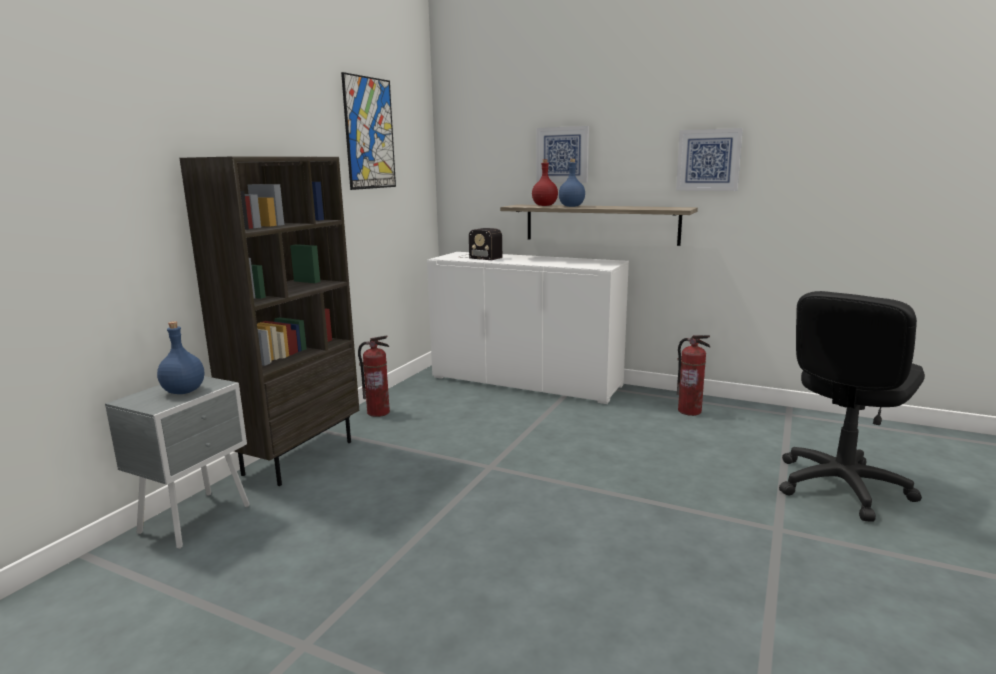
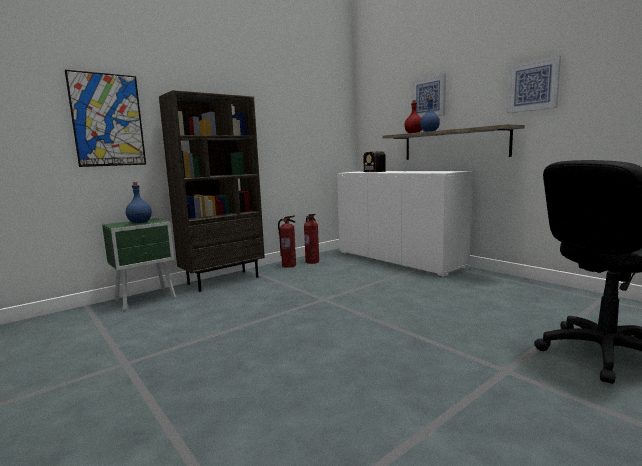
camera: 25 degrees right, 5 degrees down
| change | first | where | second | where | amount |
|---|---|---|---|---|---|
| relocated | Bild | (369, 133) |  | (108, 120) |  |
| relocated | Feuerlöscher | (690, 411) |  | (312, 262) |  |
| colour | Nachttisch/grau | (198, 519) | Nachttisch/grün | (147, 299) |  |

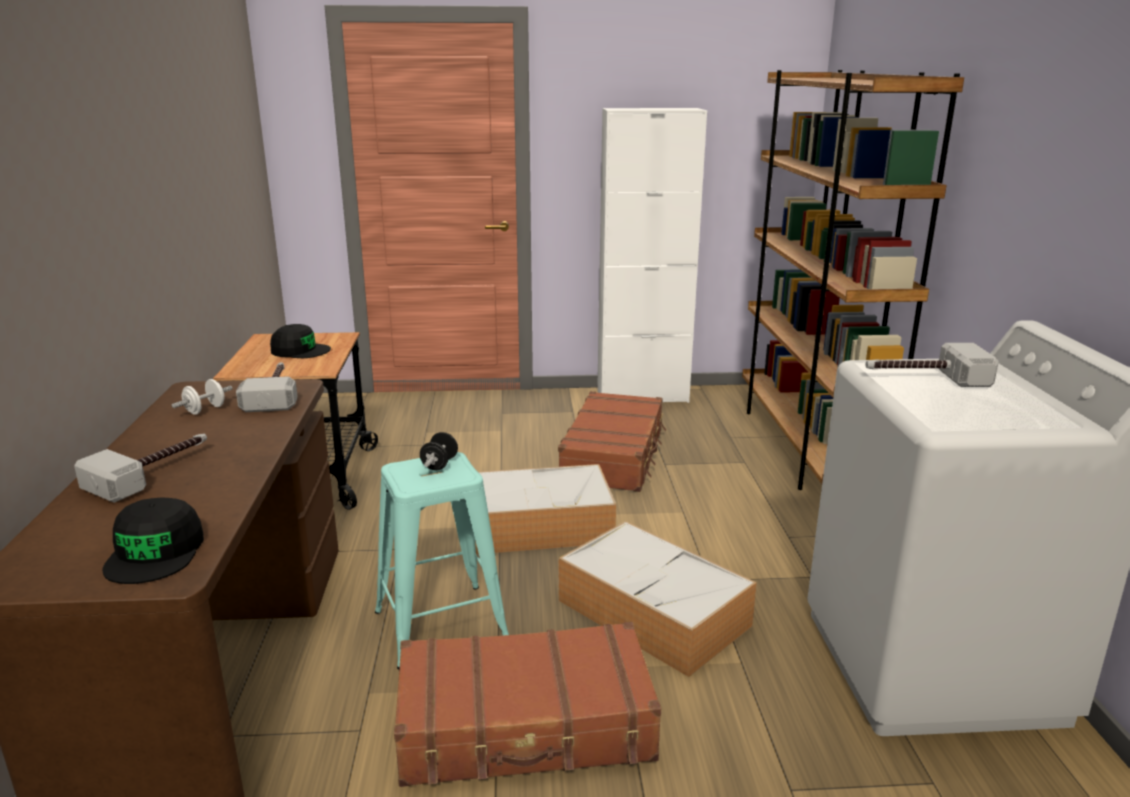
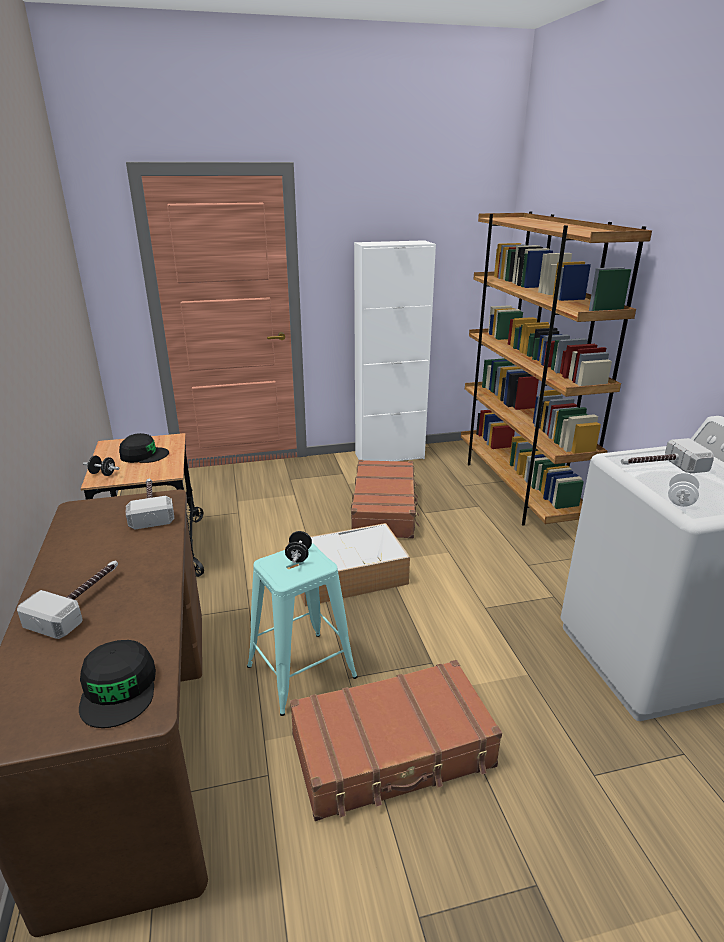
camera: 10 degrees left, 5 degrees up
| change | first | where | second | where | amount |
|---|---|---|---|---|---|
| relocated | Hantel/weiß | (205, 410) |  | (680, 501) |  |
| missing | Aufbewahrungsbox | (655, 614) |  |  |  |
| appeared |  |  | Hantel/schwarz | (103, 474) |  |

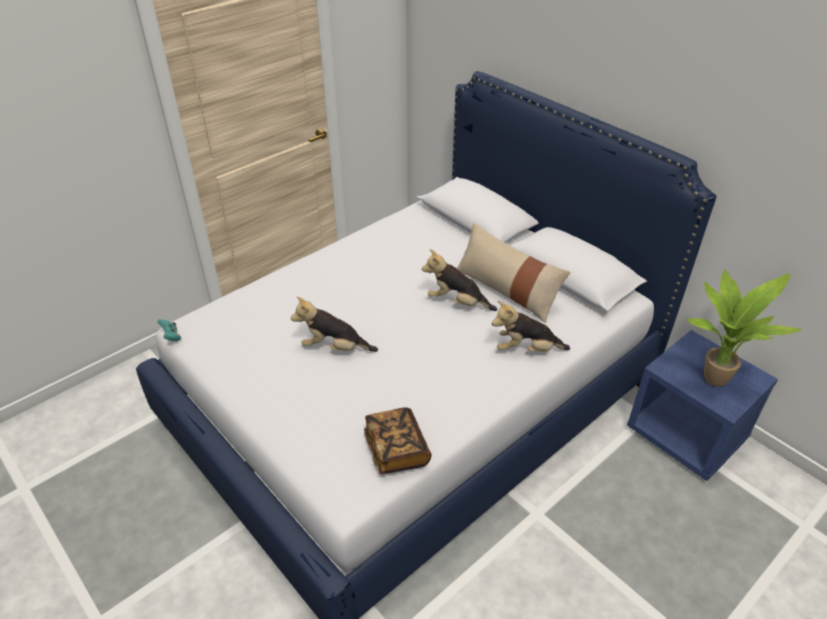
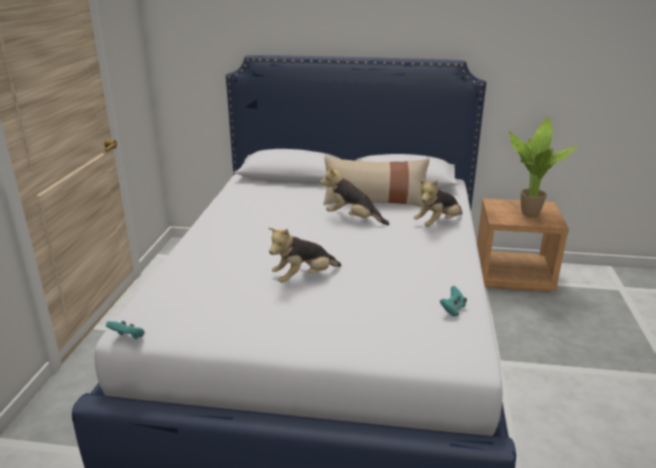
camera: 40 degrees left, 15 degrees down
| change | first | where | second | where | amount |
|---|---|---|---|---|---|
| spun | Plüschtier | (457, 302) |  | (353, 219) | 45 degrees clockwise |
| colour | Nachttisch/blau | (686, 435) | Nachttisch/braun | (513, 276) |  |
| exchanged | Buch | (396, 450) | Gamepad/türkis | (453, 310) |  |

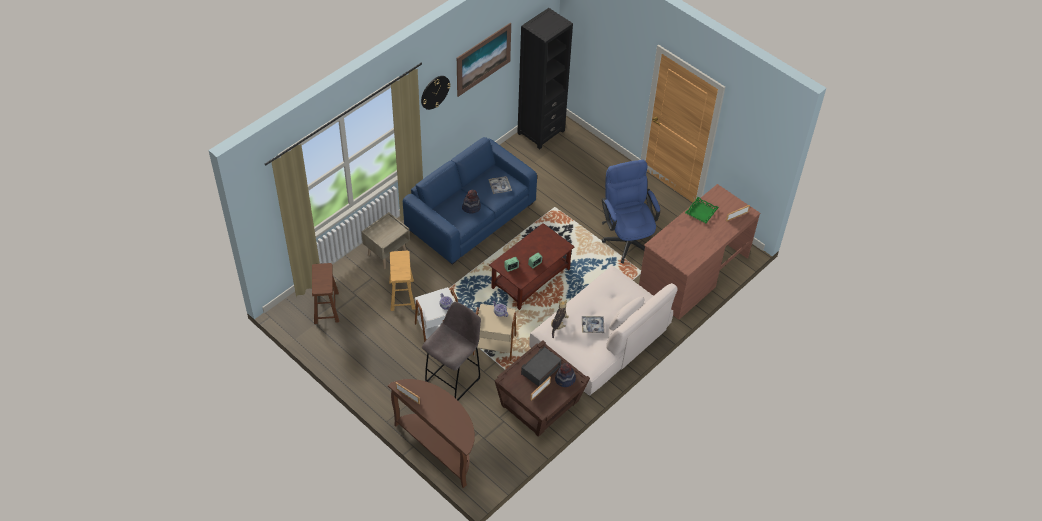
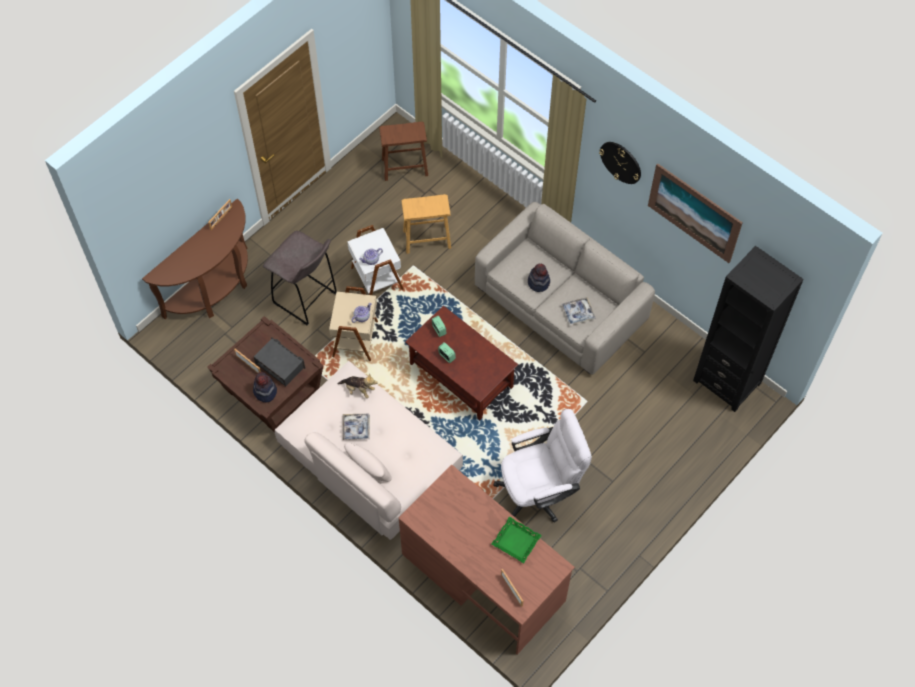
camera: 90 degrees right, 10 degrees up
| change | first | where | second | where | amount |
|---|---|---|---|---|---|
| colour | Sofa/blau | (470, 215) | Sofa/beige | (561, 303) |  |
| colour | Bürostuhl/blau | (627, 238) | Bürostuhl/weiß | (539, 492) |  |
| missing | Nachttisch/beige | (387, 253) |  |  |  |

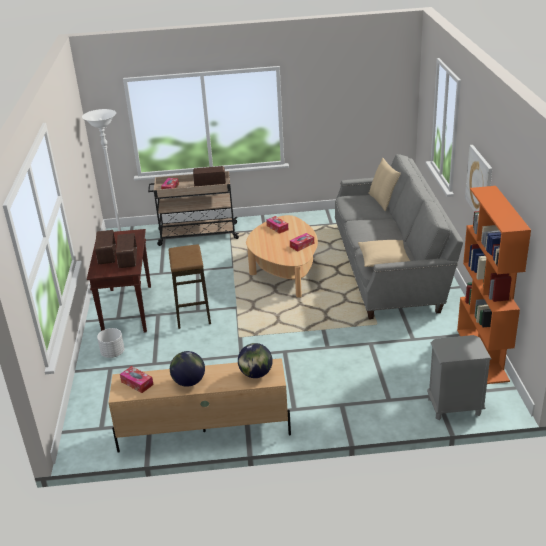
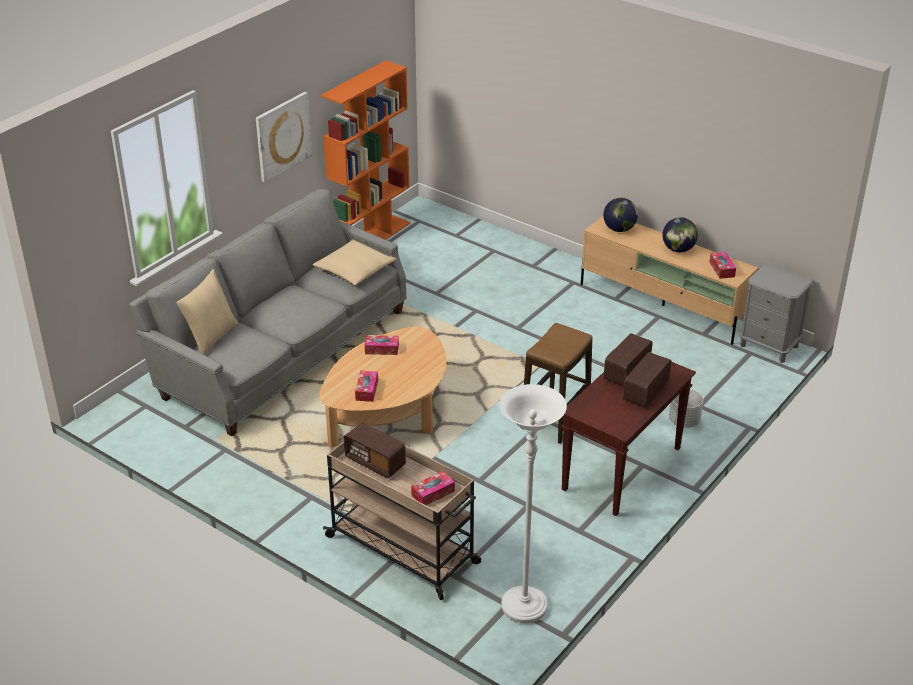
camera: 140 degrees left, 5 degrees up
| change | first | where | second | where | amount |
|---|---|---|---|---|---|
| relocated | Nachttisch/grau | (454, 407) |  | (769, 346) |  |

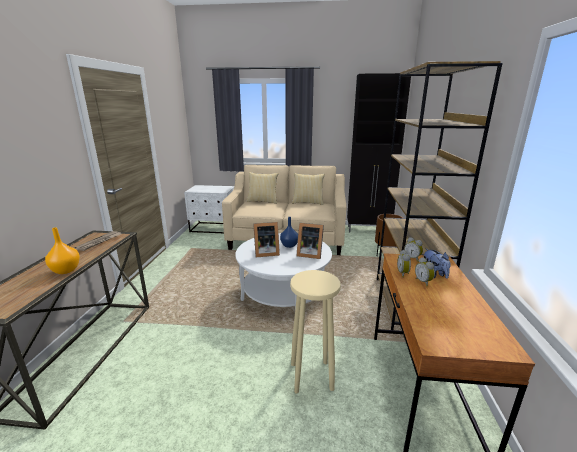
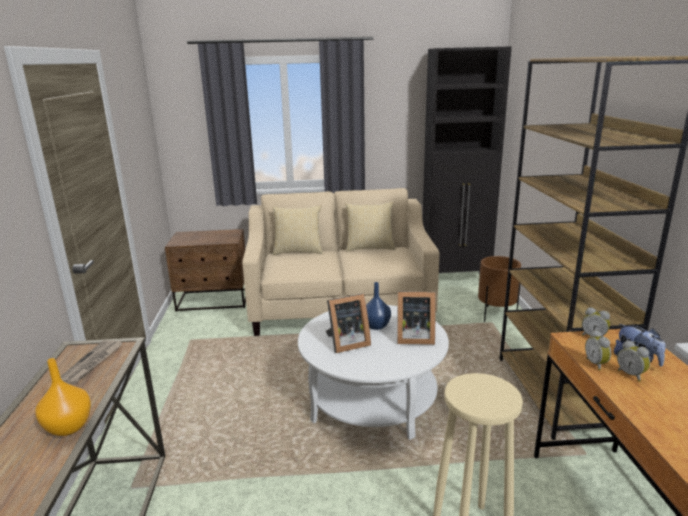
camera: 10 degrees left, 0 degrees up
| change | first | where | second | where | amount |
|---|---|---|---|---|---|
| colour | Nachttisch/weiß | (213, 228) | Nachttisch/braun | (214, 300) |  |

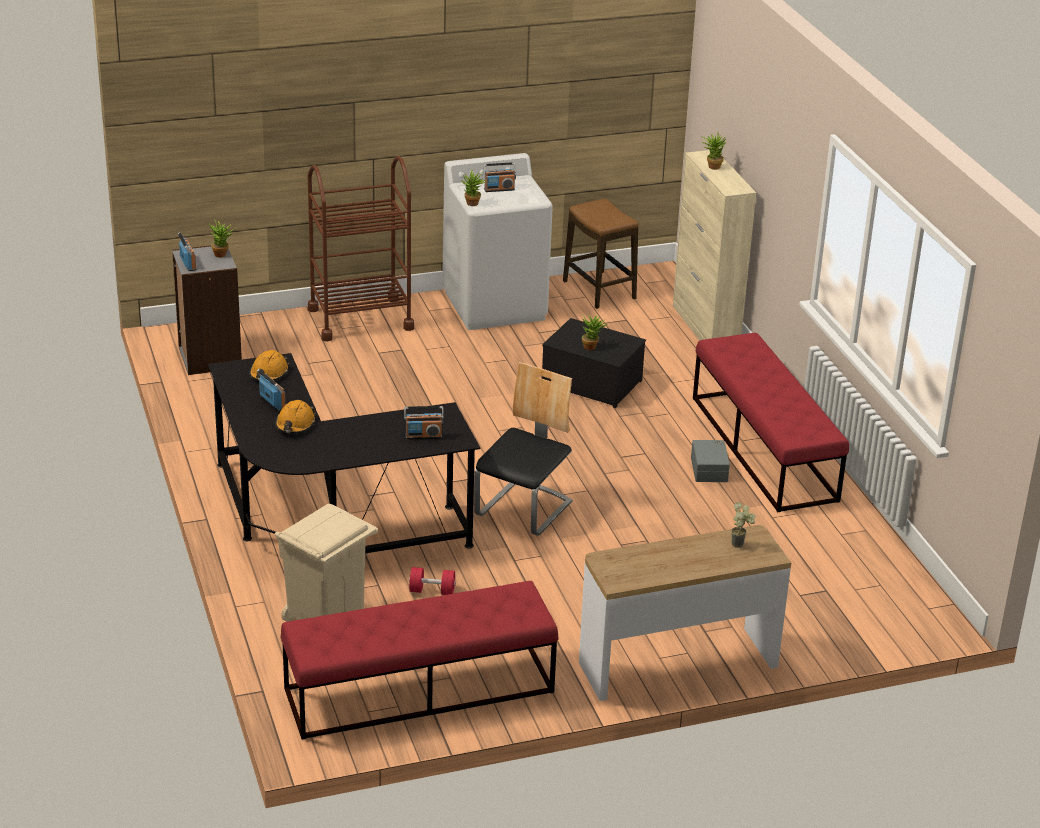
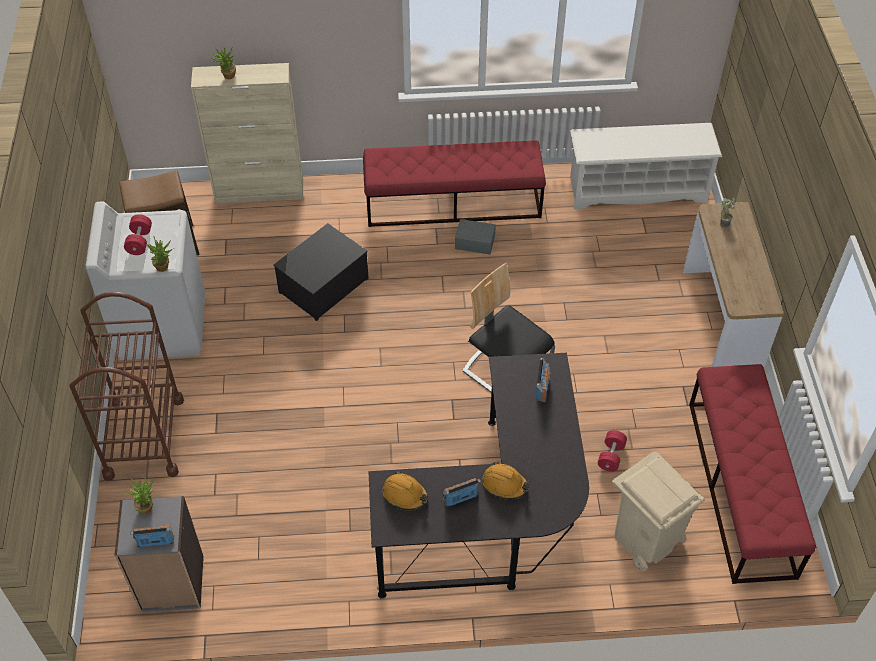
camera: 75 degrees left, 20 degrees up
| change | first | where | second | where | amount |
|---|---|---|---|---|---|
| exchanged | Radio | (499, 189) | Hantel/rot | (140, 241) |  |
| missing | Topfpflanze | (592, 347) |  |  |  |
| appeared |  |  | Schuhregal/weiß | (637, 189) |  |

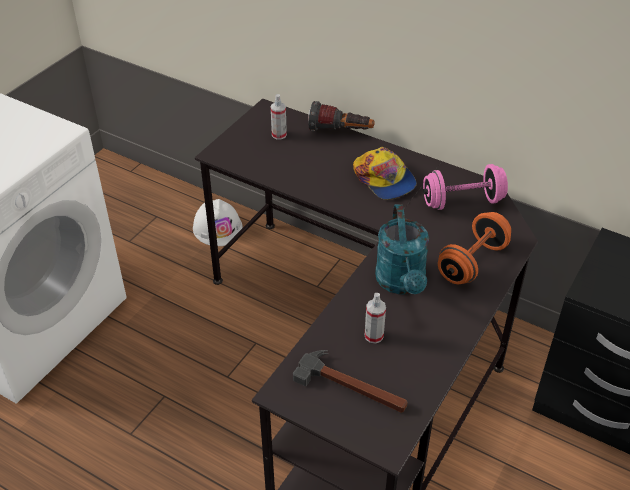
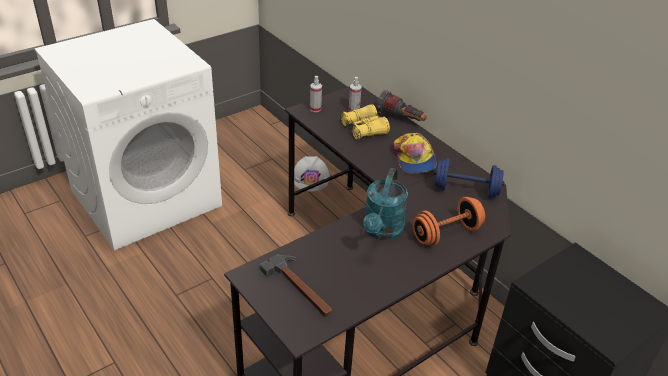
camera: 20 degrees right, 5 degrees down
| change | first | where | second | where | amount |
|---|---|---|---|---|---|
| colour | Hantel/rosa | (462, 201) | Hantel/blau | (466, 190) |  |
| relocated | Sprühflasche | (374, 336) |  | (315, 109) |  |
| appeared |  |  | Fernglas/gelb | (364, 129) |  |

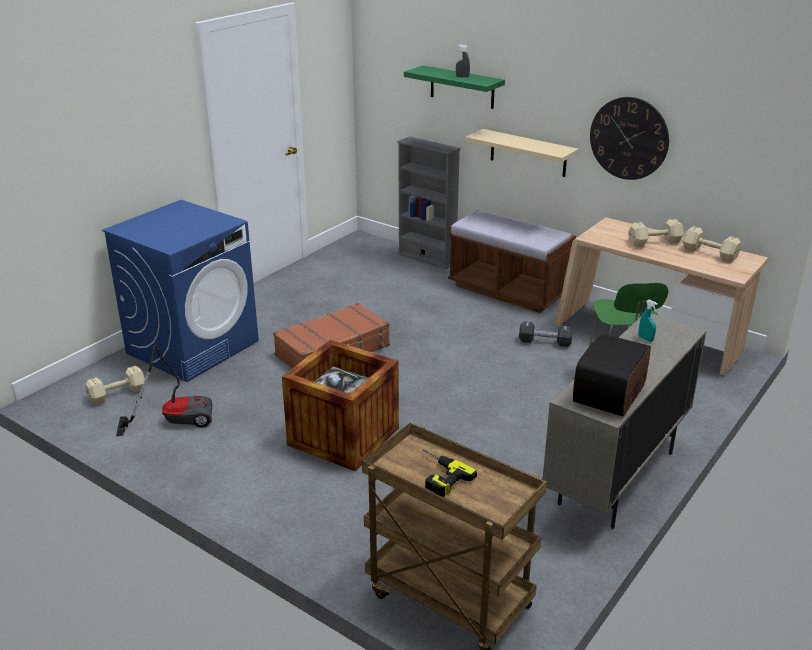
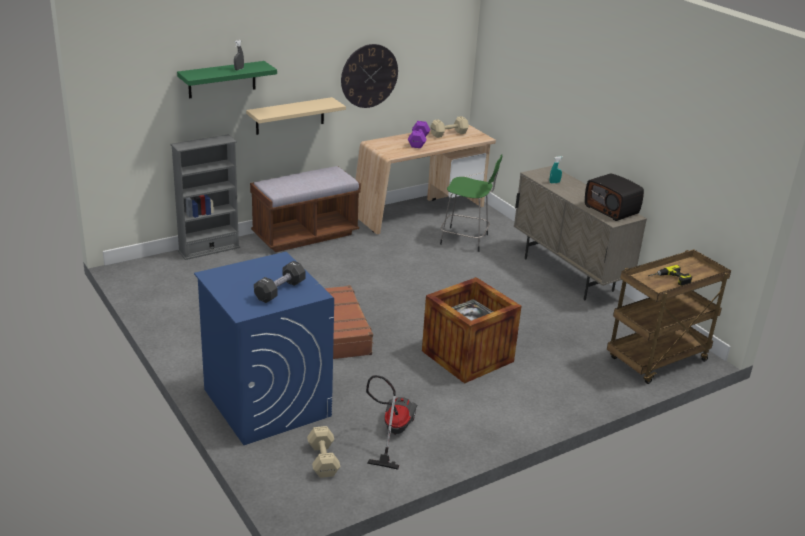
camera: 70 degrees left, 0 degrees up
| change | first | where | second | where | amount |
|---|---|---|---|---|---|
| colour | Hantel/beige | (653, 242) | Hantel/lila | (418, 142) |  |
| relocated | Hantel/schwarz | (545, 342) |  | (280, 291) |  |

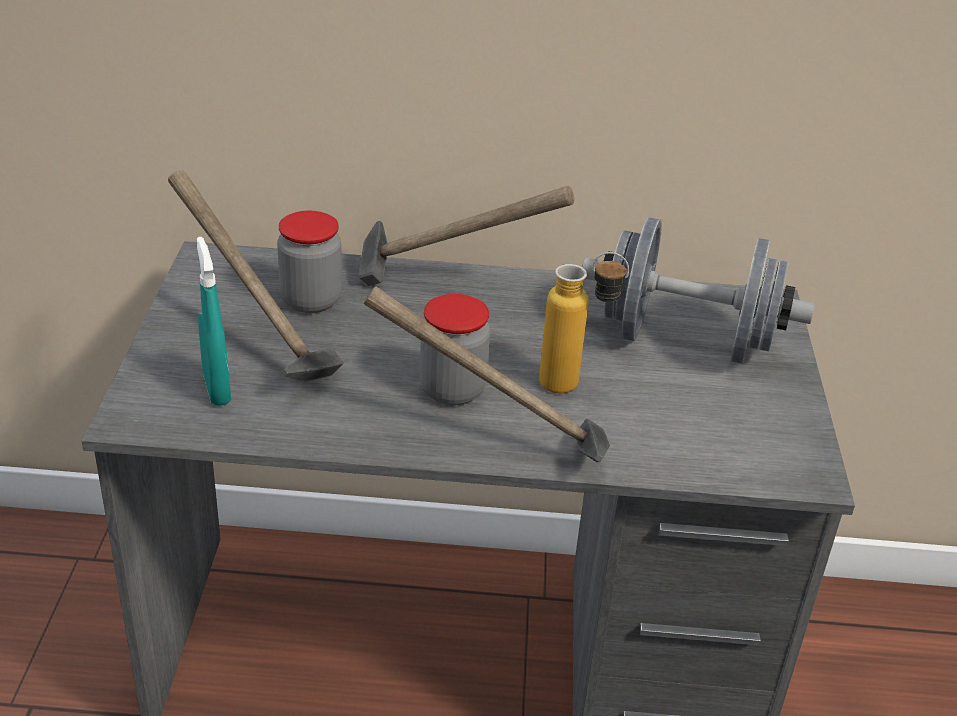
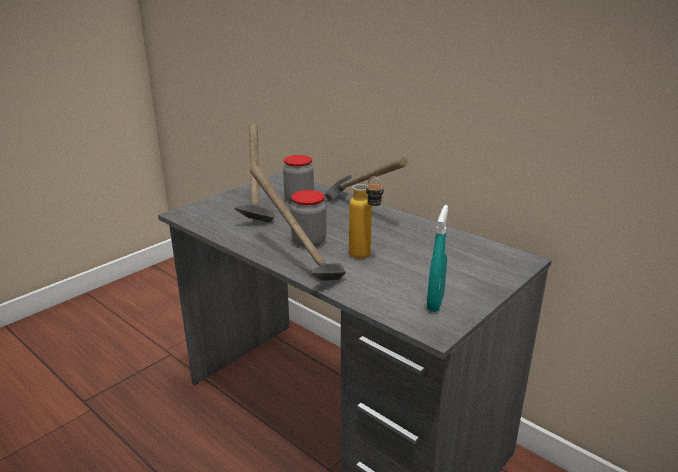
camera: 40 degrees right, 10 degrees down
| change | first | where | second | where | amount |
|---|---|---|---|---|---|
| missing | Hantel/grau | (686, 341) |  |  |  |
| relocated | Sprühflasche/türkis | (217, 389) |  | (435, 303) |  |

